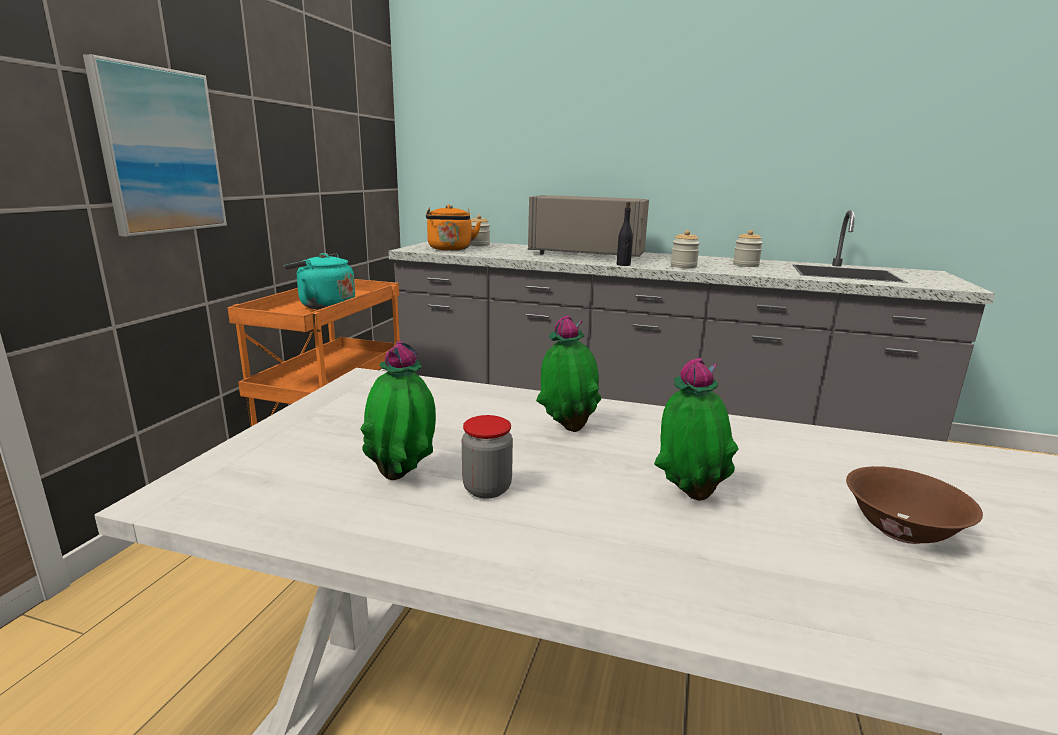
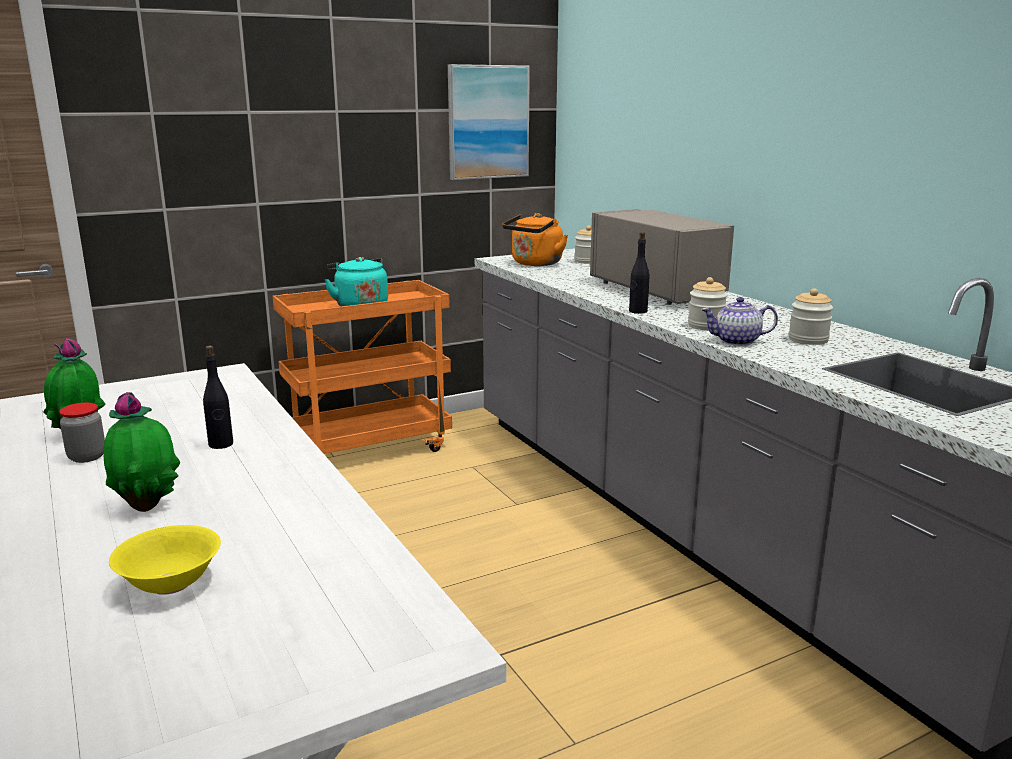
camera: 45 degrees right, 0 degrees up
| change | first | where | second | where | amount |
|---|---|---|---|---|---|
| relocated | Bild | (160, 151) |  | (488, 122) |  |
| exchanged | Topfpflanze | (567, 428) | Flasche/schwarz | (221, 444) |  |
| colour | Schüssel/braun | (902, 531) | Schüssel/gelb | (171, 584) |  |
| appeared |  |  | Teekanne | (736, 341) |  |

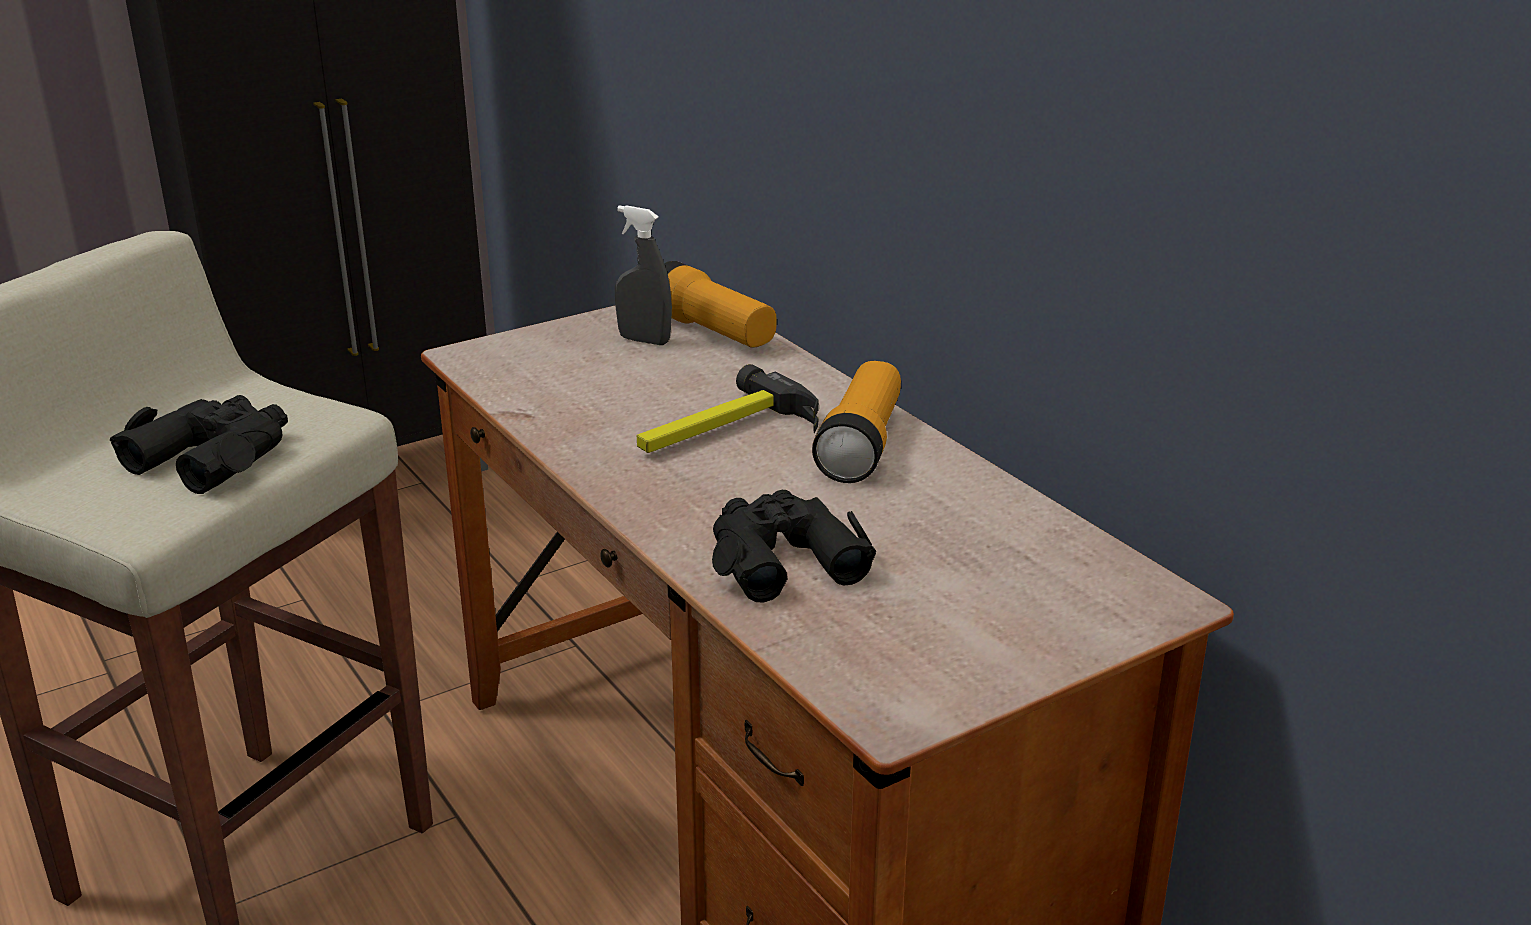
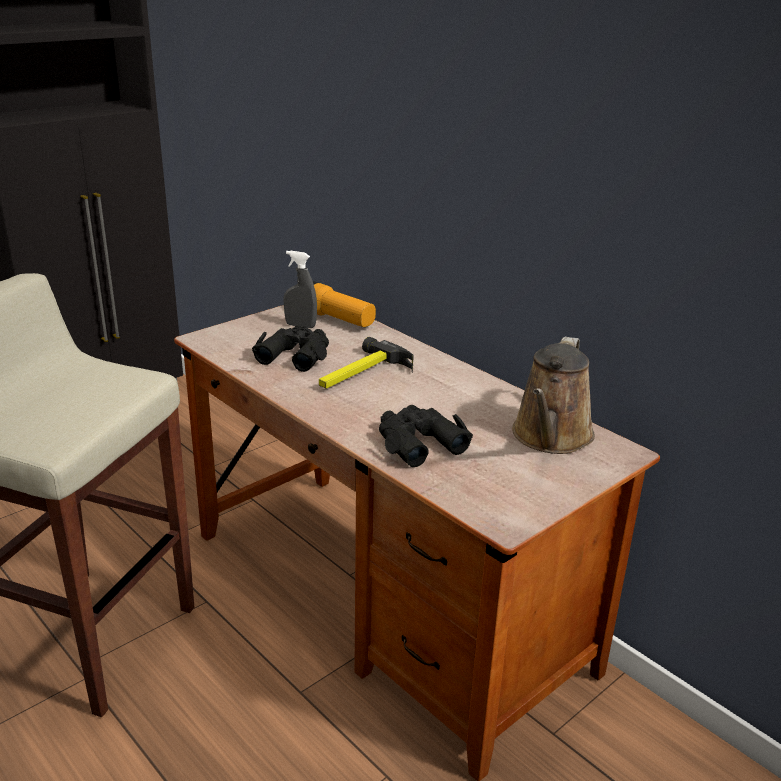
camera: 10 degrees left, 0 degrees up
| change | first | where | second | where | amount |
|---|---|---|---|---|---|
| missing | Taschenlampe | (861, 445) |  |  |  |
| relocated | Fernglas/schwarz | (213, 456) |  | (295, 355) |  |
| appeared |  |  | Gießkanne/braun | (551, 437) |  |

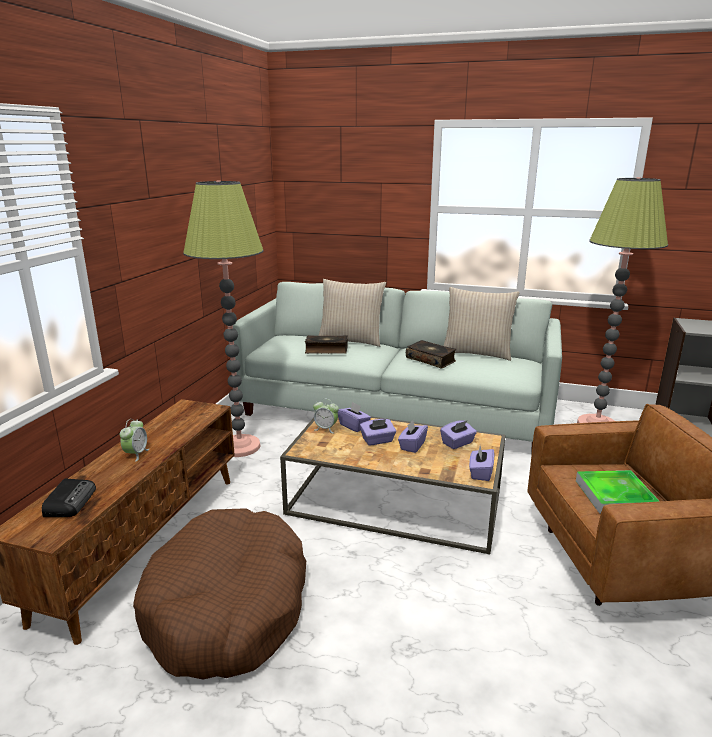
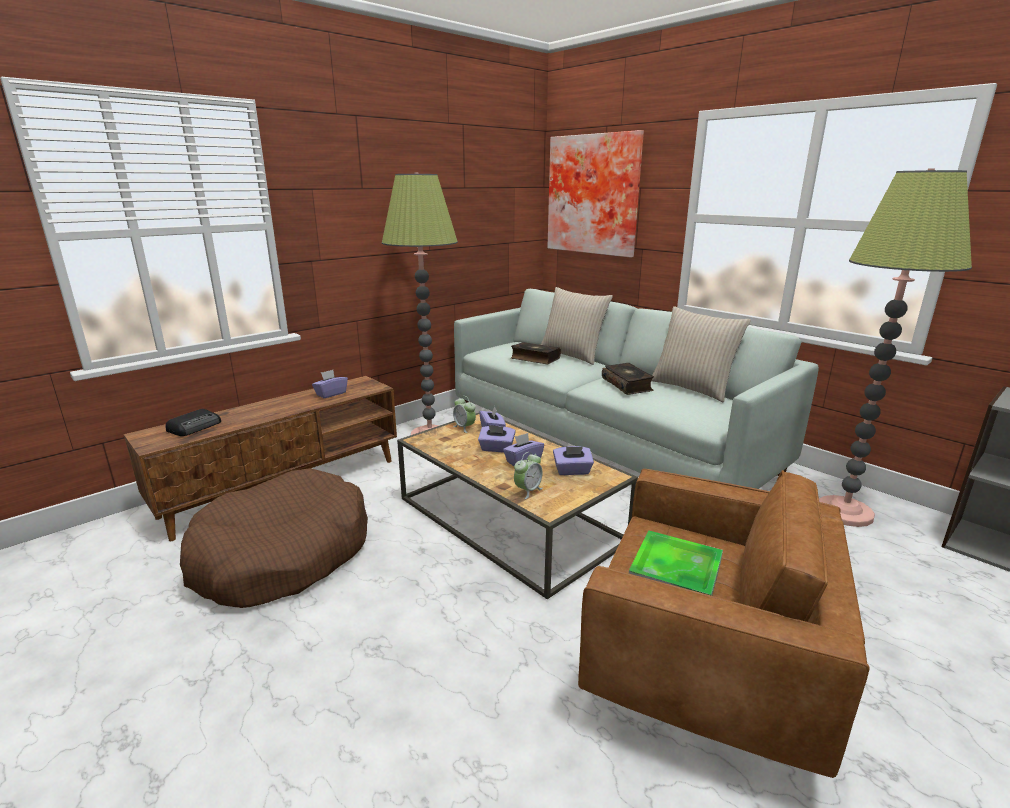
camera: 30 degrees right, 0 degrees up
| change | first | where | second | where | amount |
|---|---|---|---|---|---|
| relocated | Wecker | (136, 454) |  | (528, 491) |  |
| relocated | Taschentuchbox/lila | (480, 473) |  | (331, 394) |  |
| appeared |  |  | Bild | (594, 195) |  |

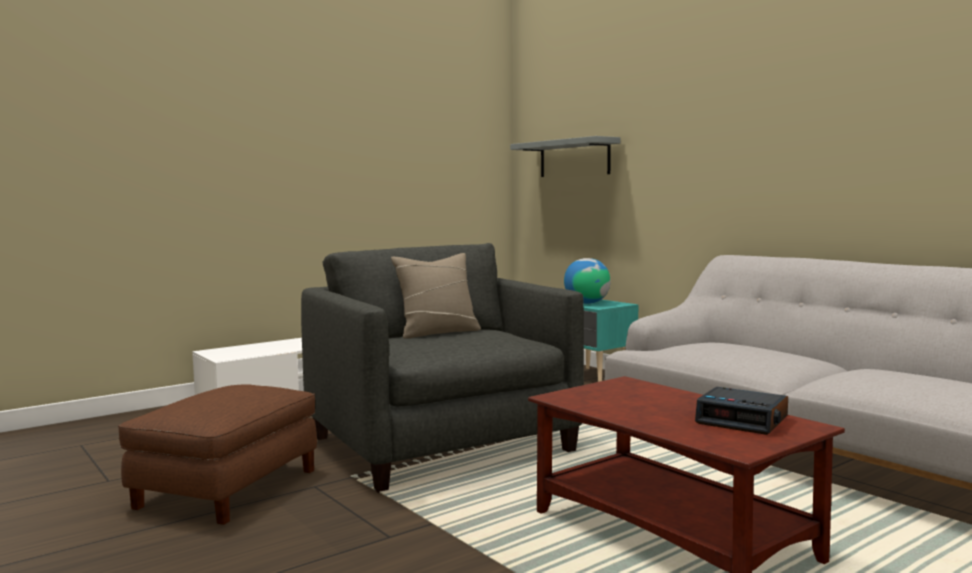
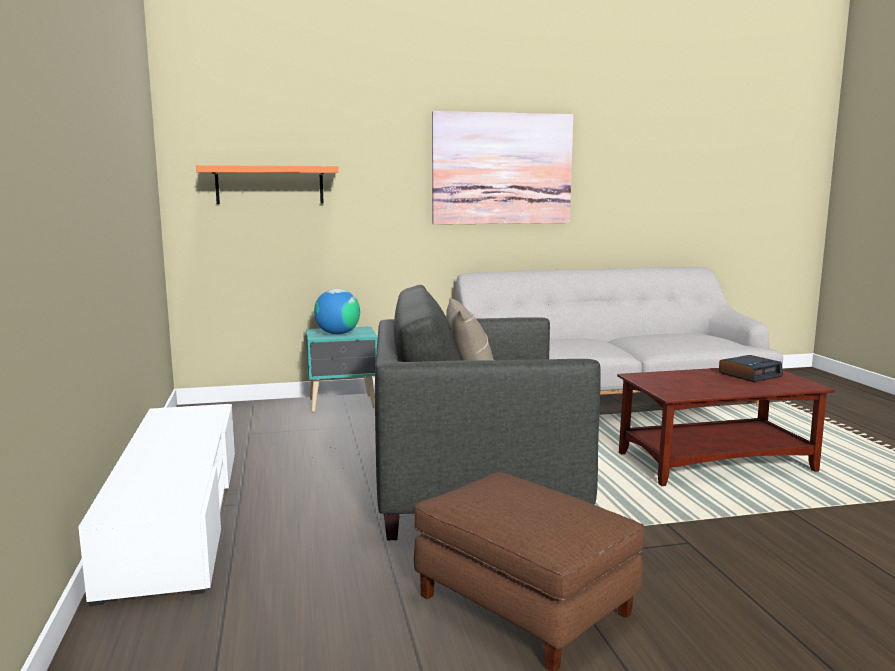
camera: 65 degrees left, 5 degrees up
| change | first | where | second | where | amount |
|---|---|---|---|---|---|
| colour | Wandregal/grau | (574, 158) | Wandregal/orange | (270, 185) |  |
| appeared |  |  | Bild | (502, 169) |  |

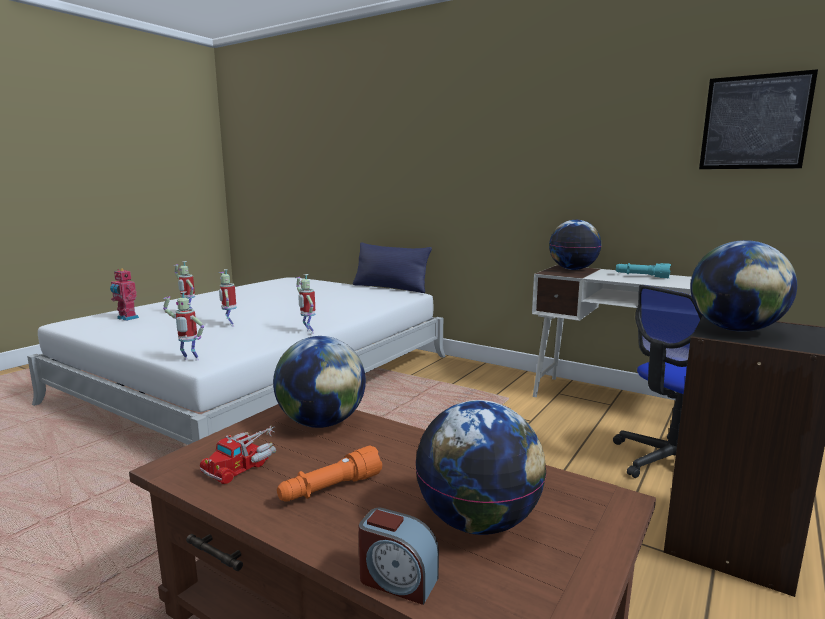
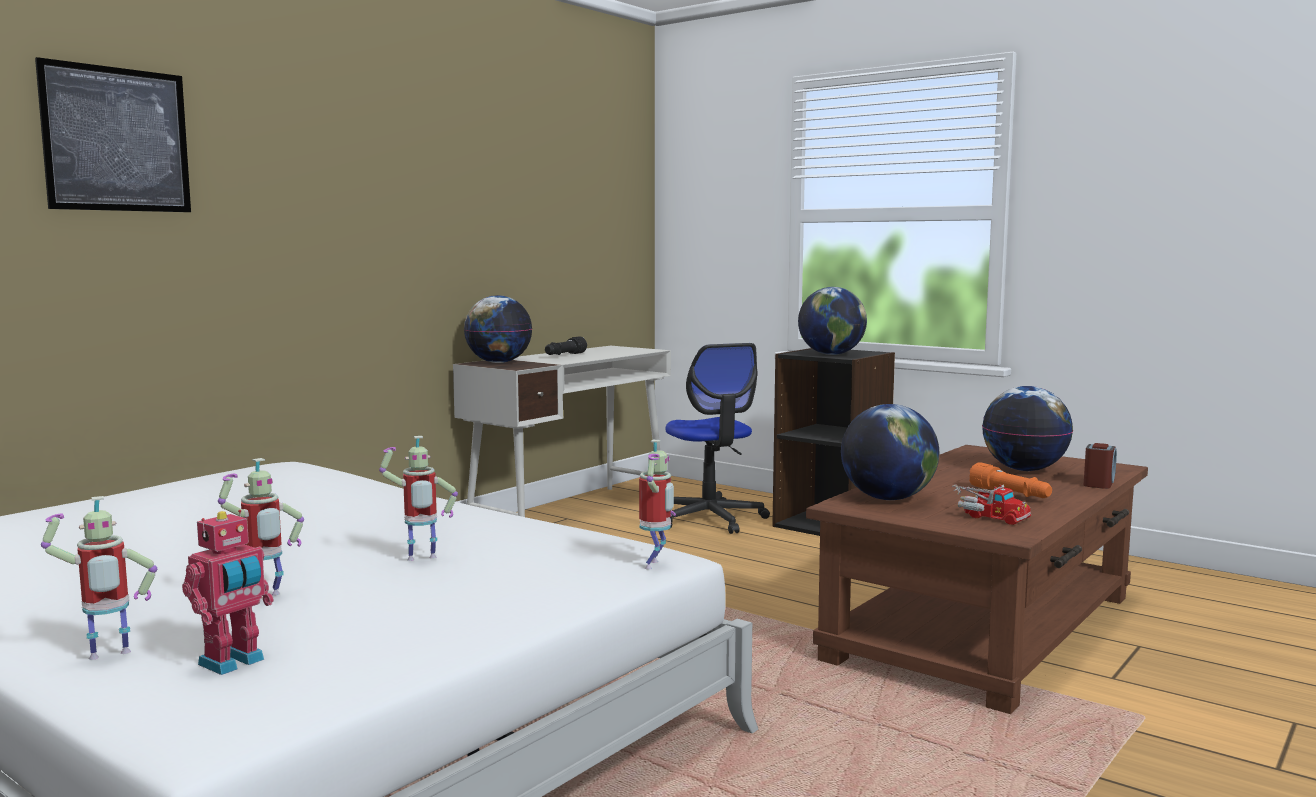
camera: 85 degrees left, 5 degrees down
| change | first | where | second | where | amount |
|---|---|---|---|---|---|
| relocated | Bild | (754, 122) |  | (117, 139) |  |
| missing | Kissen/blau | (390, 288) |  |  |  |
| colour | Taschenlampe/türkis | (641, 276) | Taschenlampe/schwarz | (564, 355) |  |
| relocated | Spielzeugroboter | (308, 332) |  | (108, 657) |  |

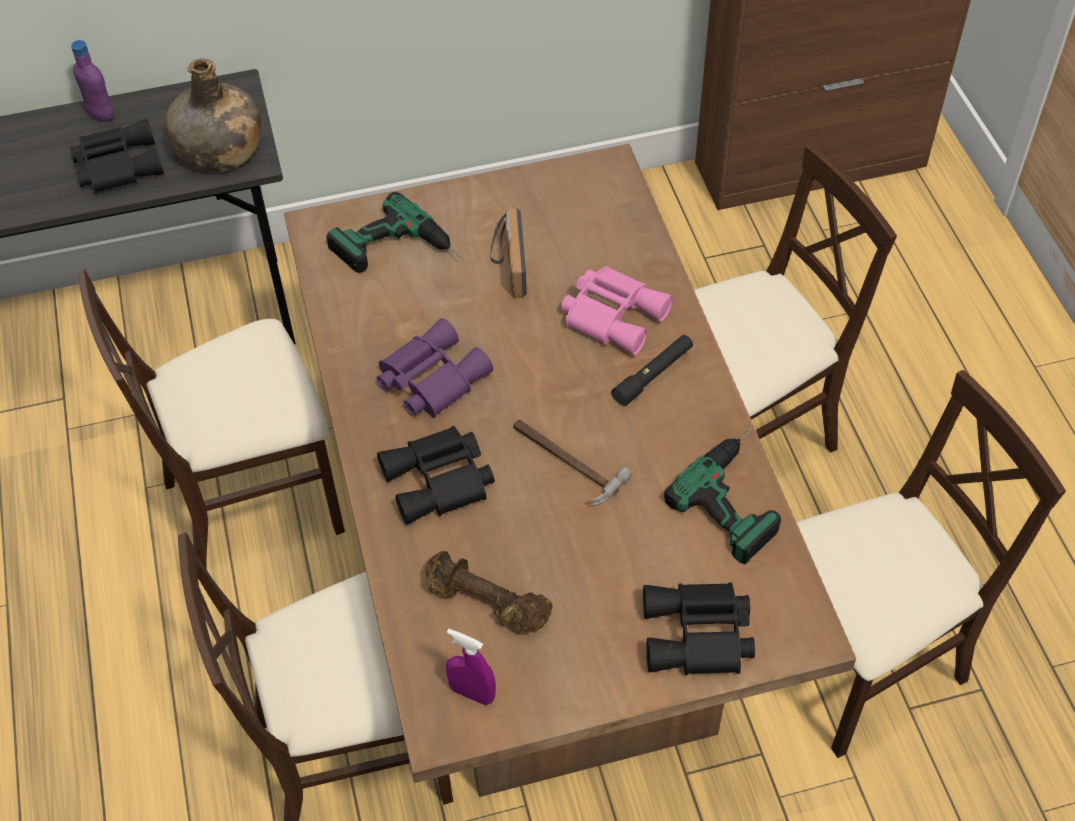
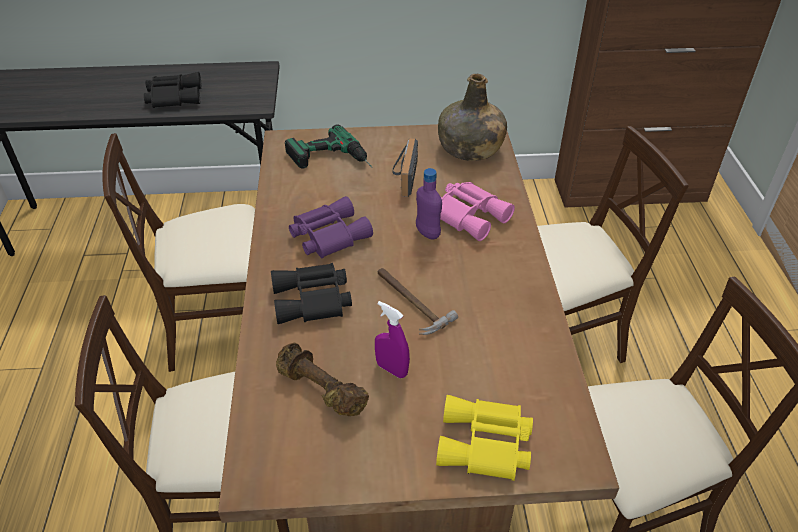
camera: 10 degrees right, 10 degrees down
| change | first | where | second | where | amount |
|---|---|---|---|---|---|
| relocated | Flasche/lila | (101, 115) |  | (427, 233) |  |
| relocated | Flasche/grün | (220, 150) |  | (470, 148) |  |
| missing | Taschenlampe/schwarz | (653, 375) |  |  |  |
| missing | Bohrmaschine | (741, 494) |  |  |  |
| colour | Fernglas/schwarz | (699, 637) | Fernglas/gelb | (485, 445) |  |
| relocated | Sprühflasche/lila | (472, 693) |  | (392, 369) |  |

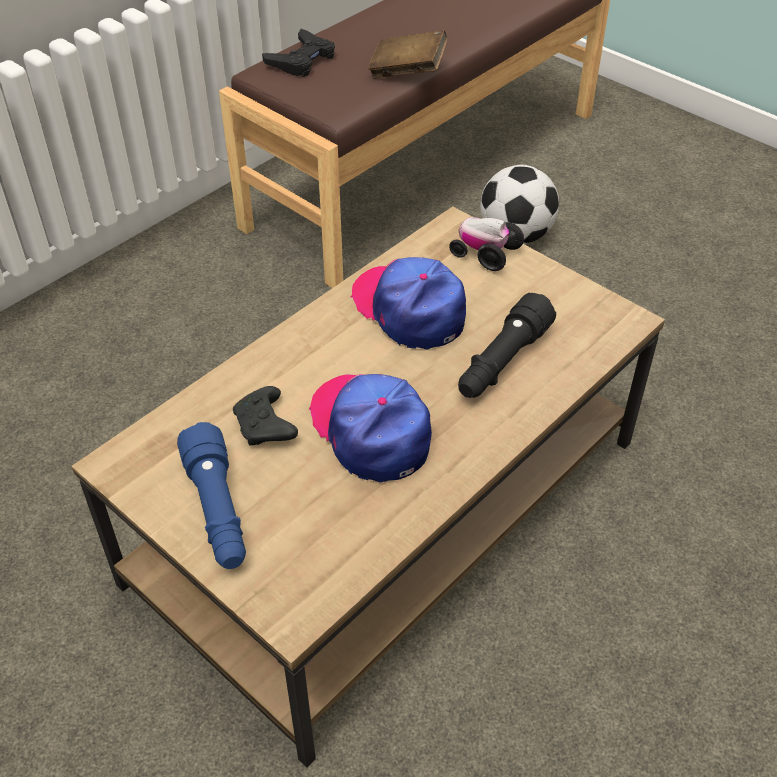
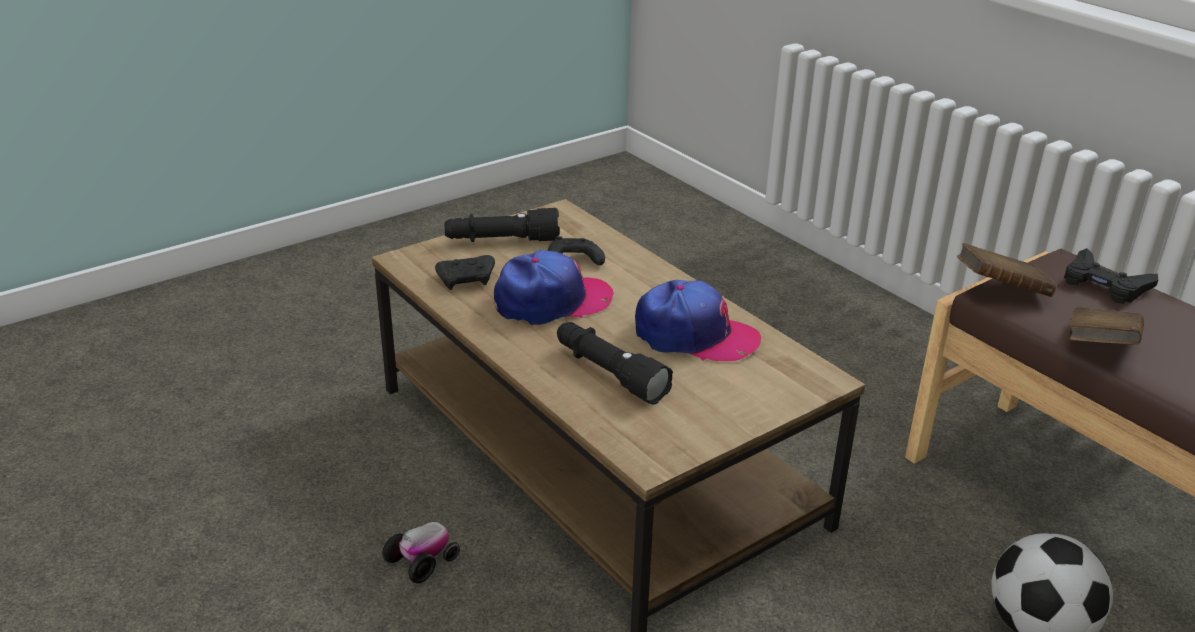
camera: 100 degrees right, 15 degrees down
| change | first | where | second | where | amount |
|---|---|---|---|---|---|
| relocated | Spielzeugauto | (485, 254) |  | (423, 562) |  |
| spun | Kappe | (409, 309) |  | (695, 336) | 45 degrees clockwise |
| colour | Taschenlampe/blau | (218, 511) | Taschenlampe/schwarz | (502, 241) |  |
| appeared |  |  | Buch/braun | (1001, 290) |  |
| appeared |  |  | Gamepad/schwarz | (467, 280) |  |

